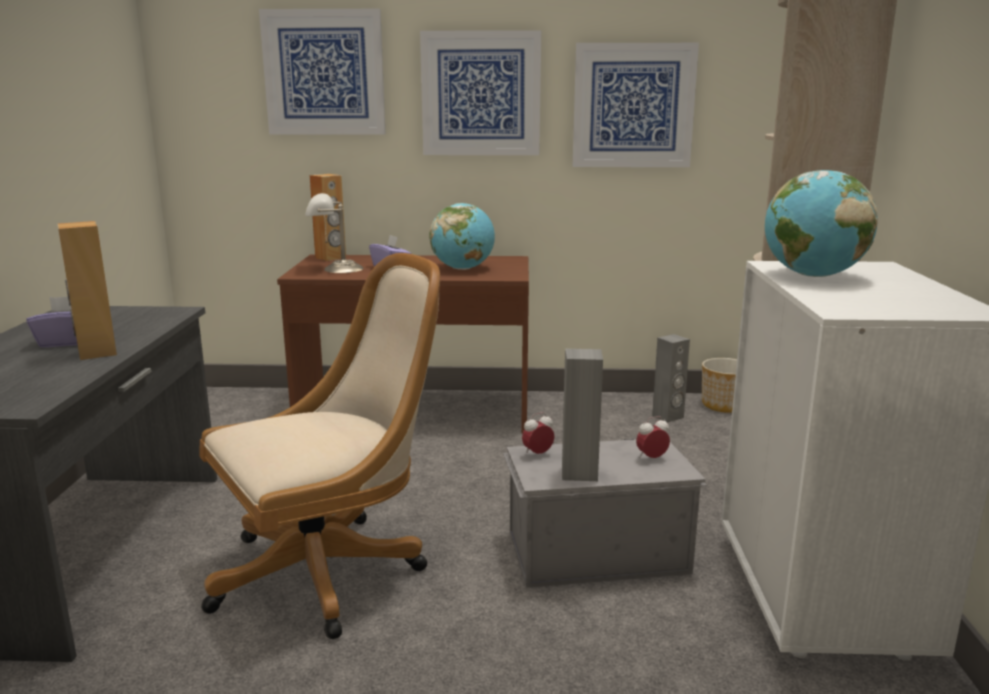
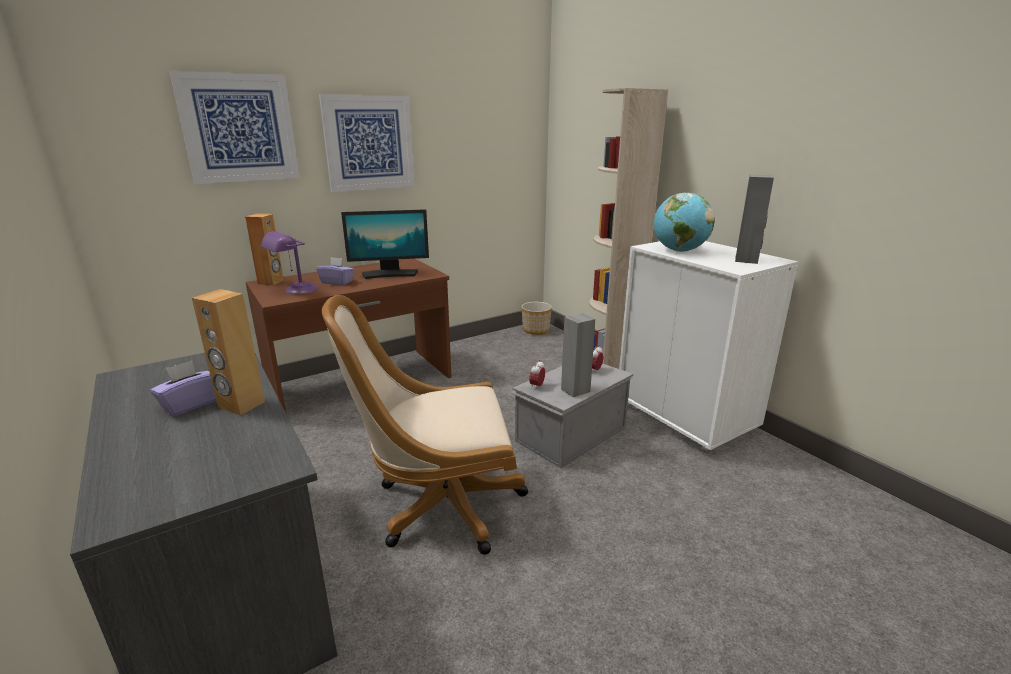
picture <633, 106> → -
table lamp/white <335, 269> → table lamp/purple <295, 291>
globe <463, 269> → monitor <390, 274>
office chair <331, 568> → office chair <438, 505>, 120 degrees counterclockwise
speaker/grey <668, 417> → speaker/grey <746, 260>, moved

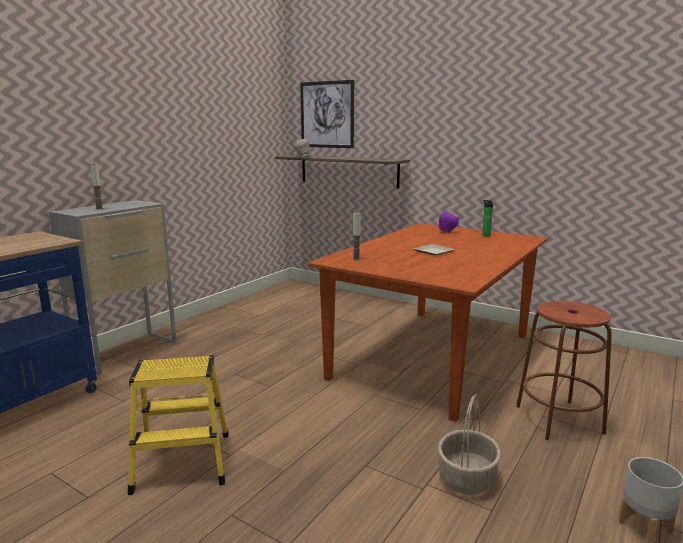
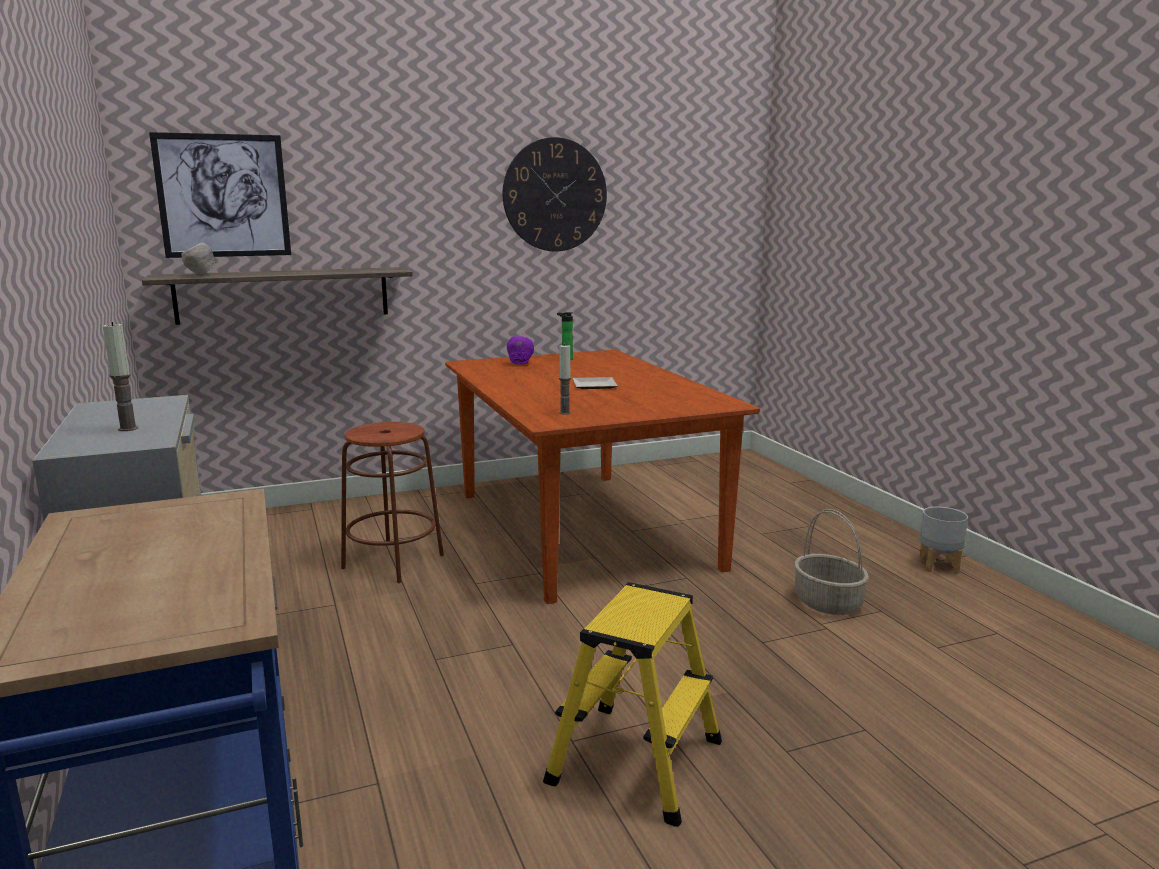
stool/brown <559, 419> → stool/brown <393, 561>, moved
- → wall clock <555, 195>

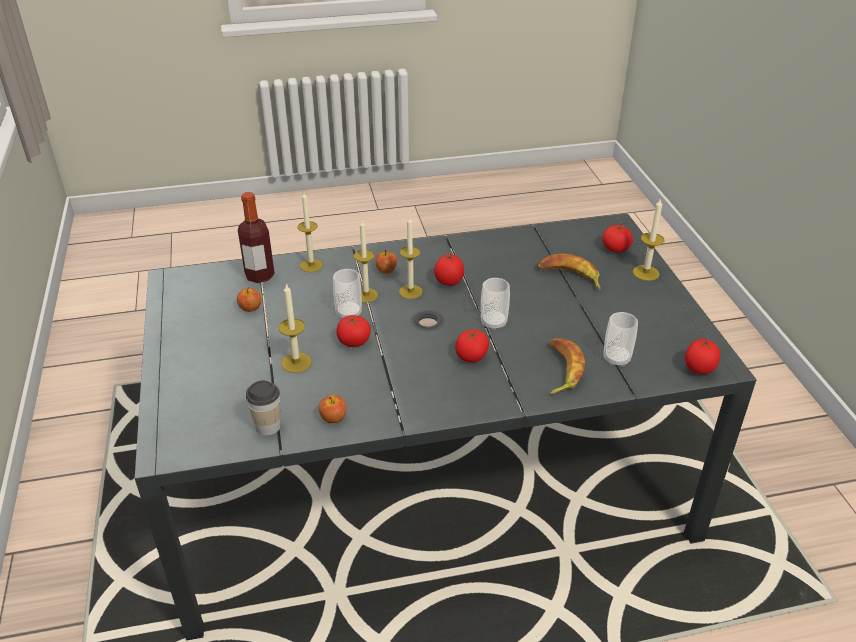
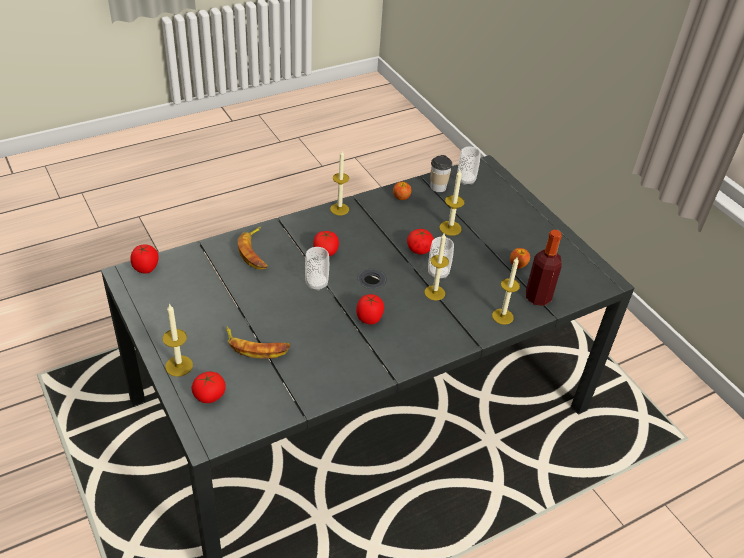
candle <410, 292> → candle <339, 209>, moved
apple <386, 270> → -
cup <616, 359> → cup <466, 180>, moved

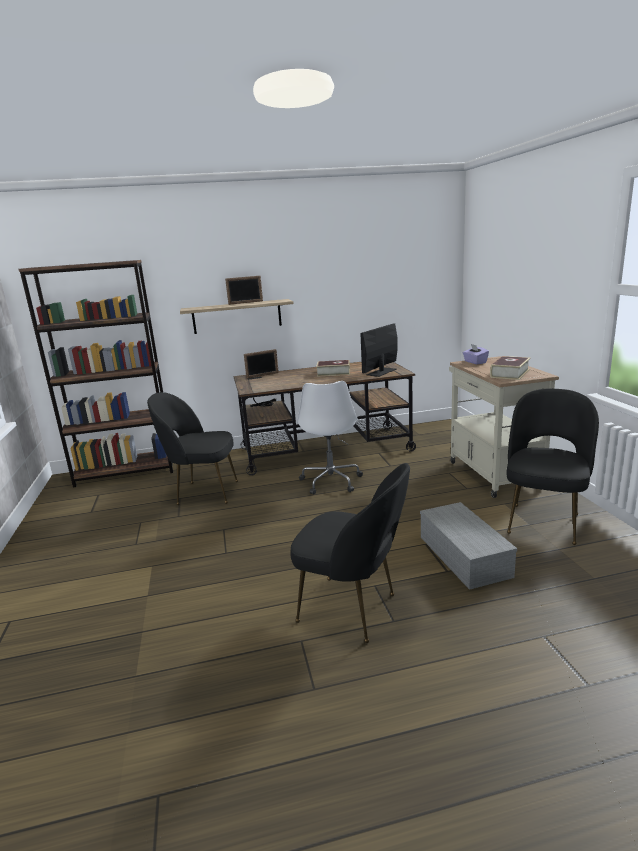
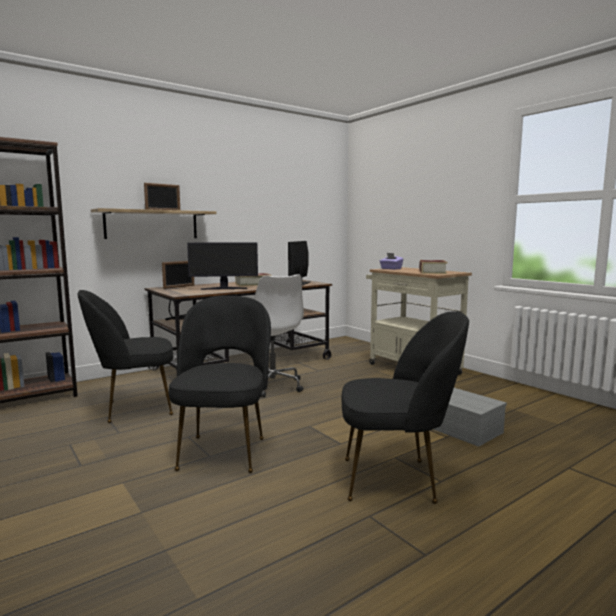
chair/black <544, 520> → chair/black <224, 450>, moved
- → monitor <224, 288>

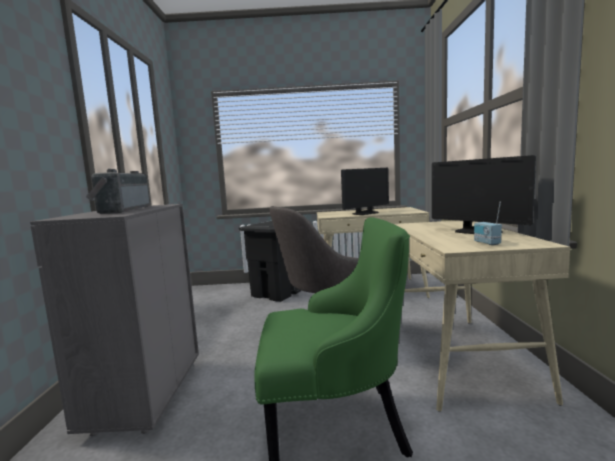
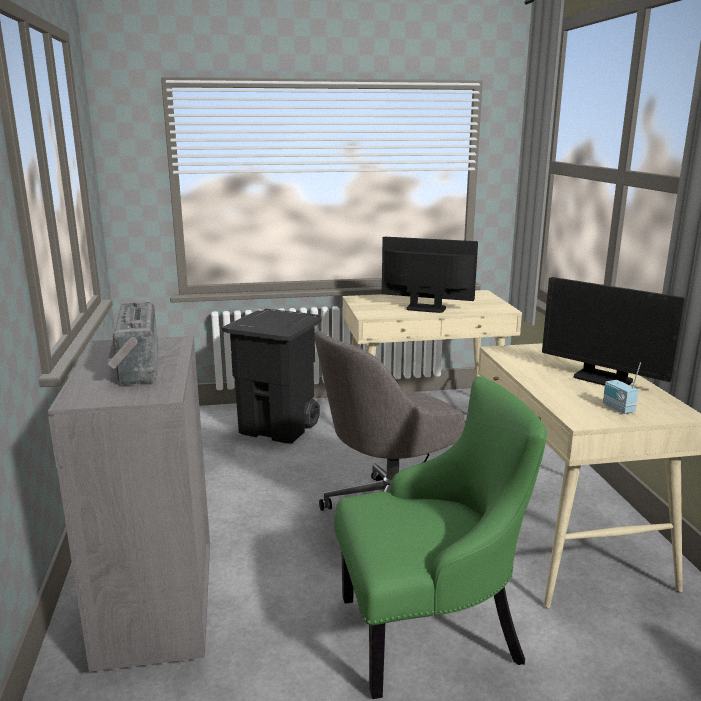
monitor <365, 213> → monitor <426, 308>, 120 degrees counterclockwise

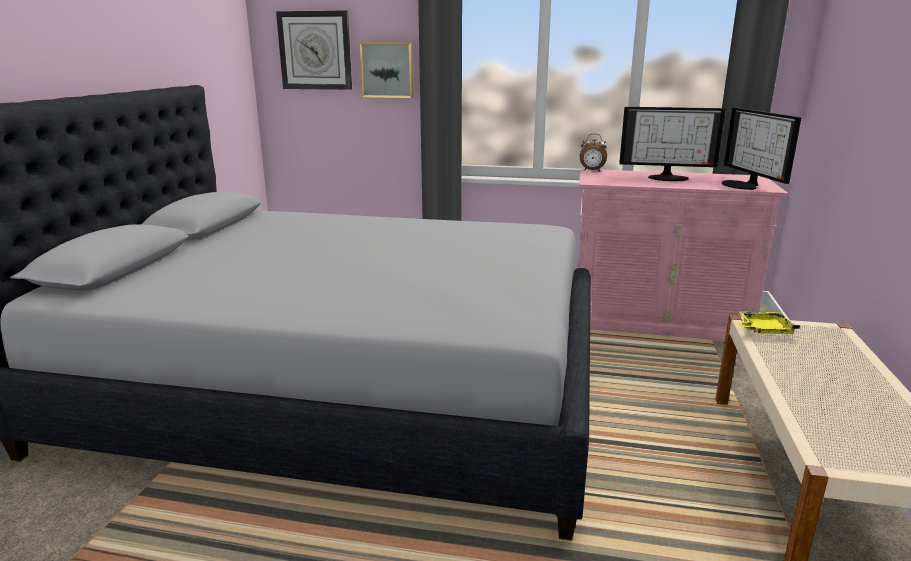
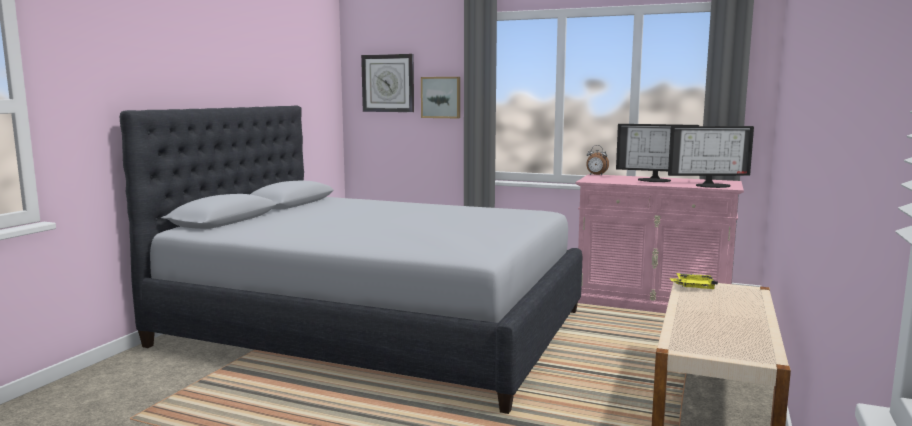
monitor <743, 185> → monitor <712, 185>, 90 degrees counterclockwise

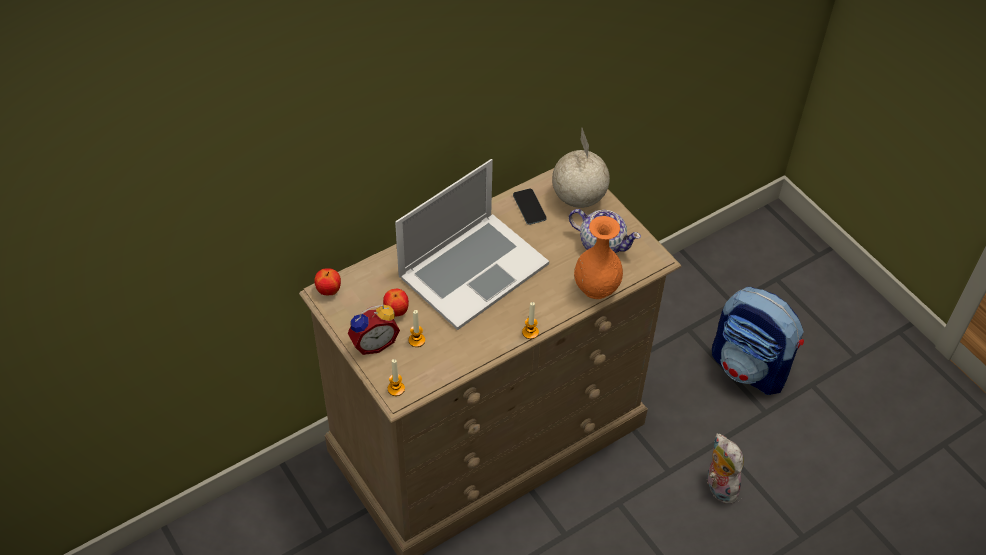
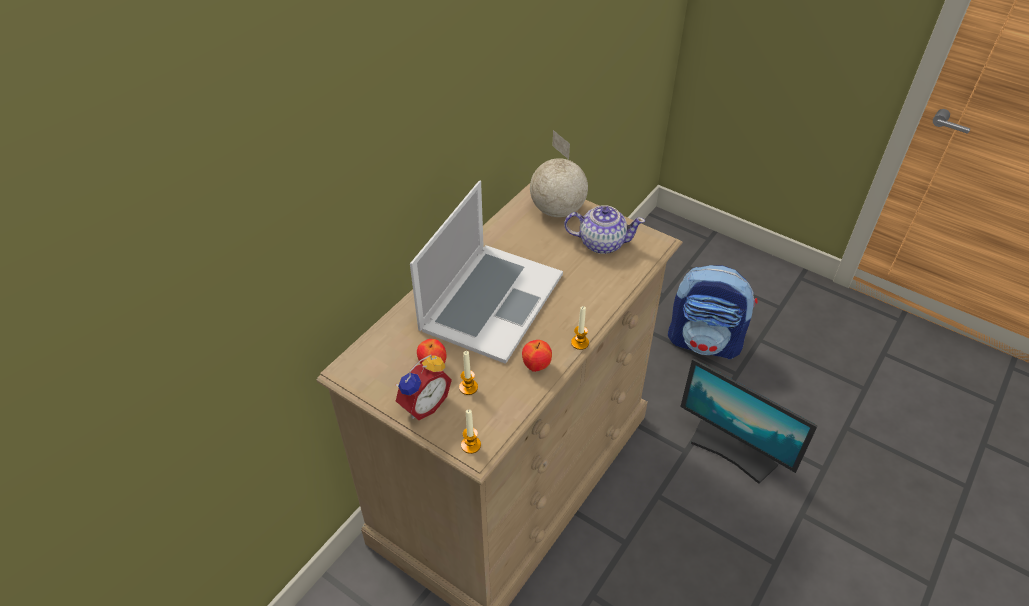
phone <529, 207> → -
vase/orange <596, 287> → -
apple <329, 291> → apple <536, 366>, moved
plush toy <718, 486> → monitor <733, 450>

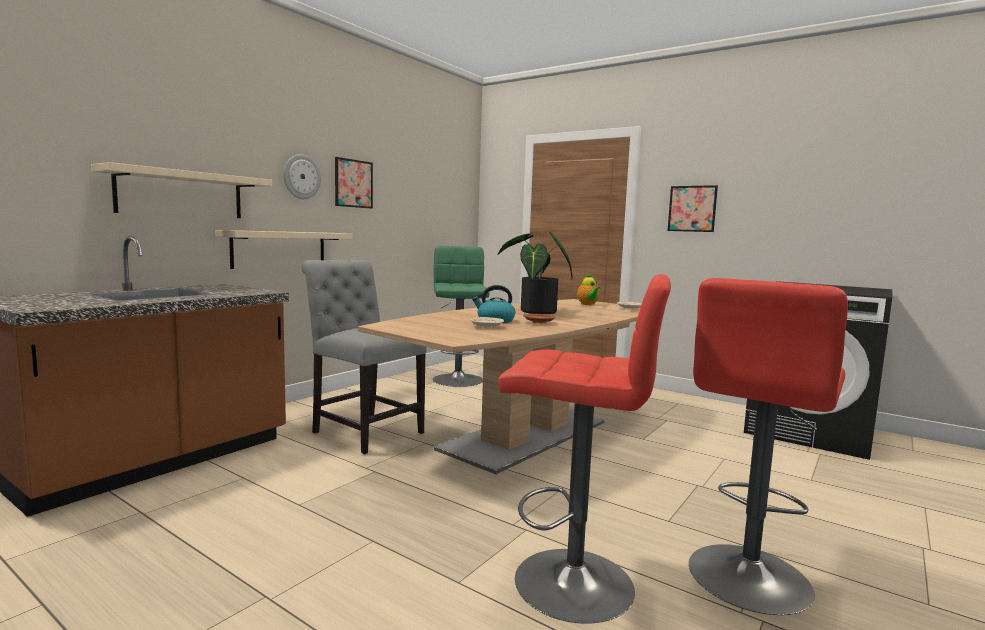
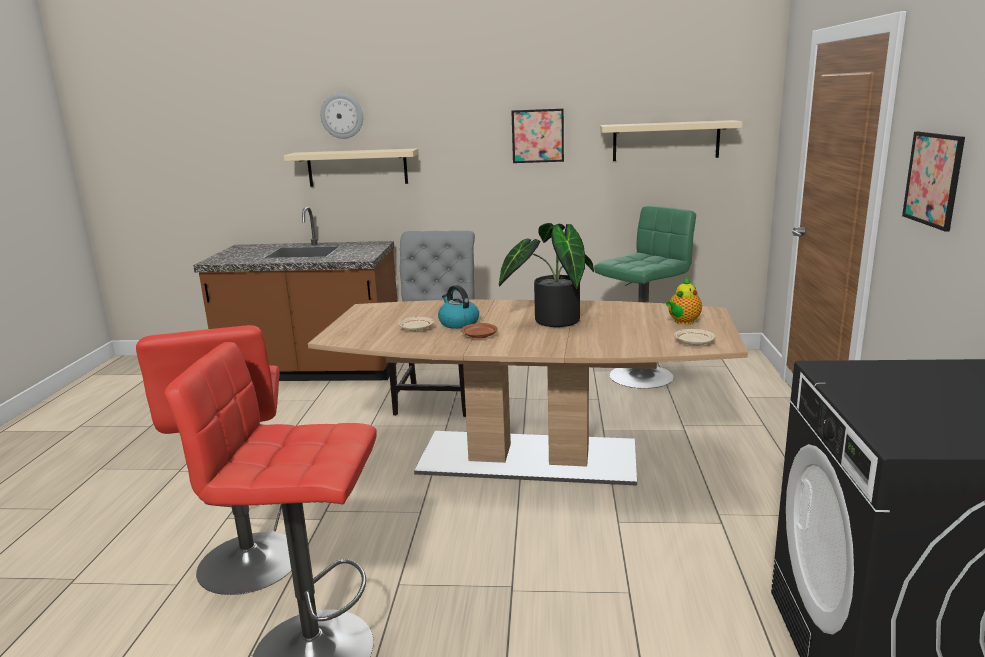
wall clock <301, 177> → wall clock <342, 116>, moved
shelf/beige <279, 249> → shelf/beige <666, 141>, moved

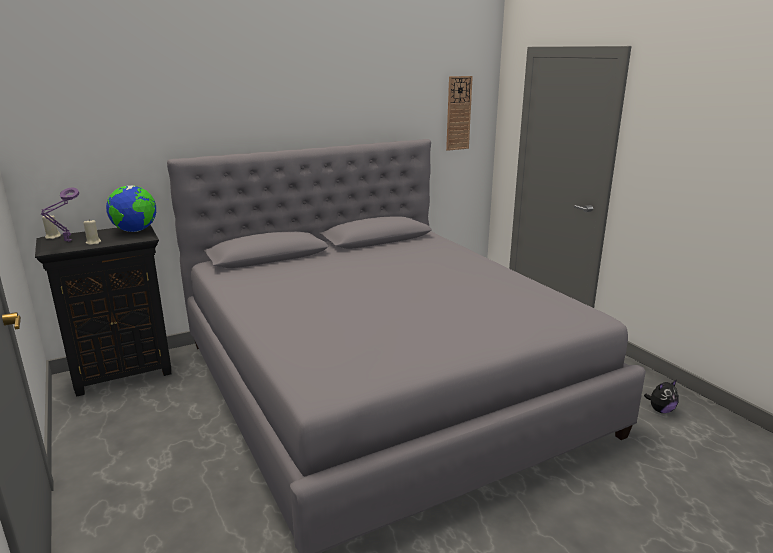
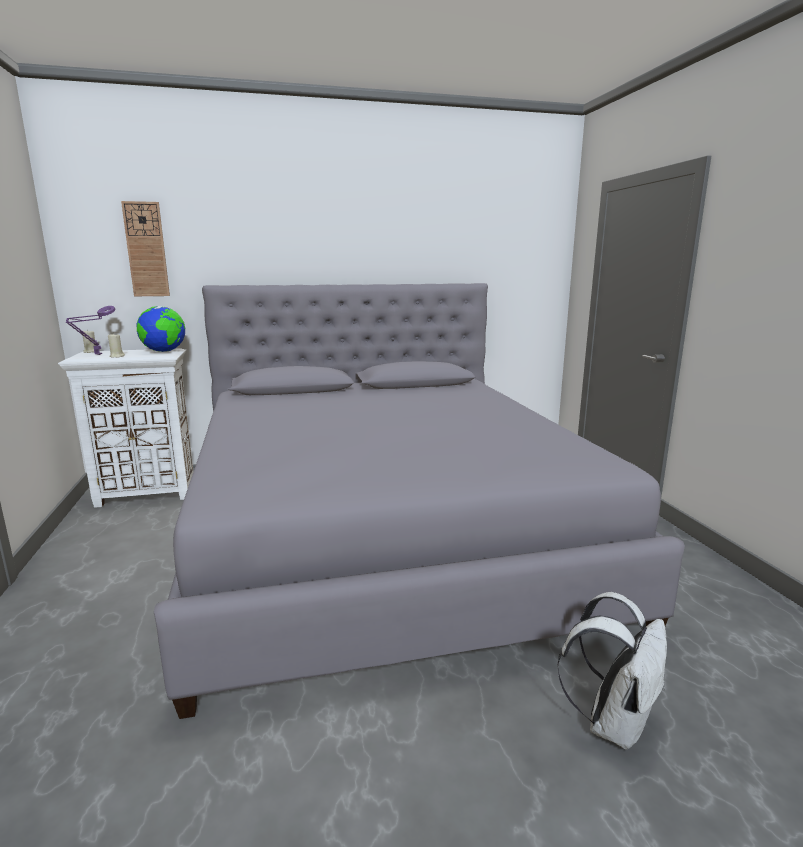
wall clock <458, 113> → wall clock <146, 250>, moved
cabinet/black <124, 373> → cabinet/white <148, 493>
plush toy <660, 410> → -
- → backpack/white <613, 722>

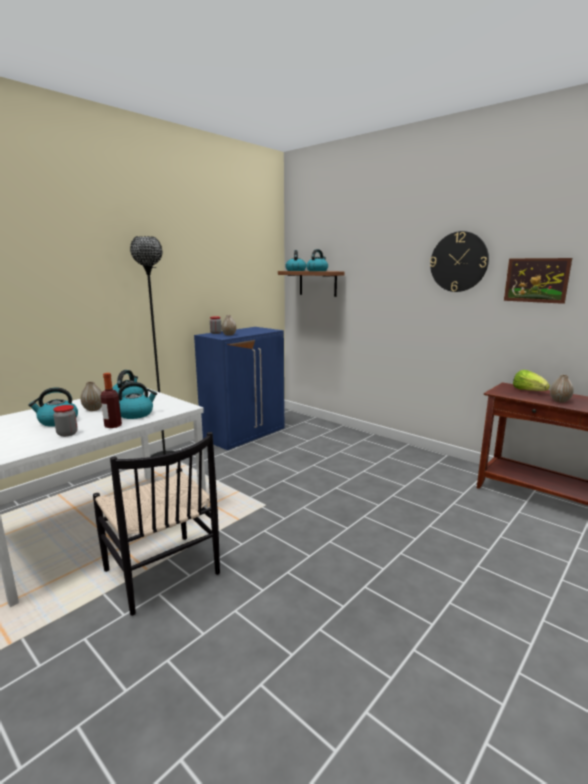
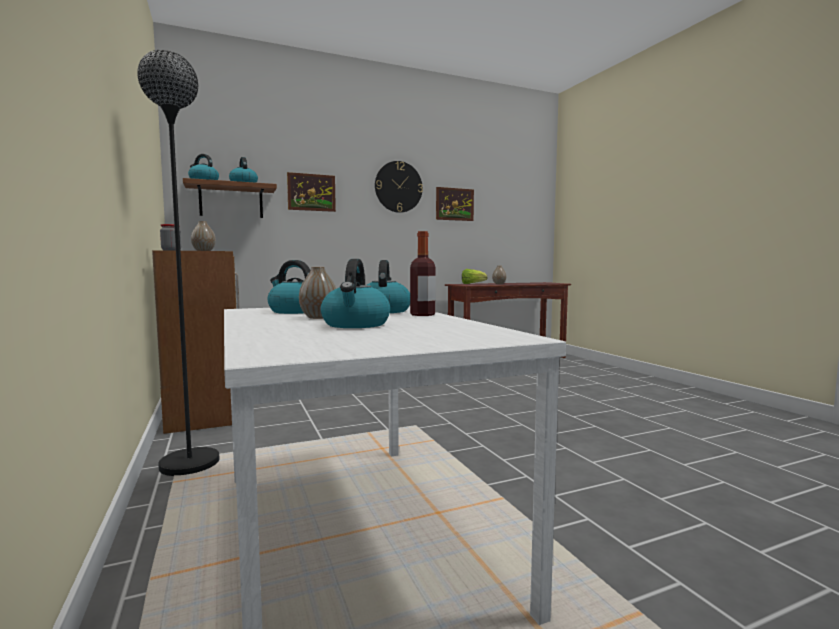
cabinet/blue <244, 433> → cabinet/brown <205, 409>
jar <67, 434> → -
chair/black <163, 575> → -
- → picture <311, 192>

